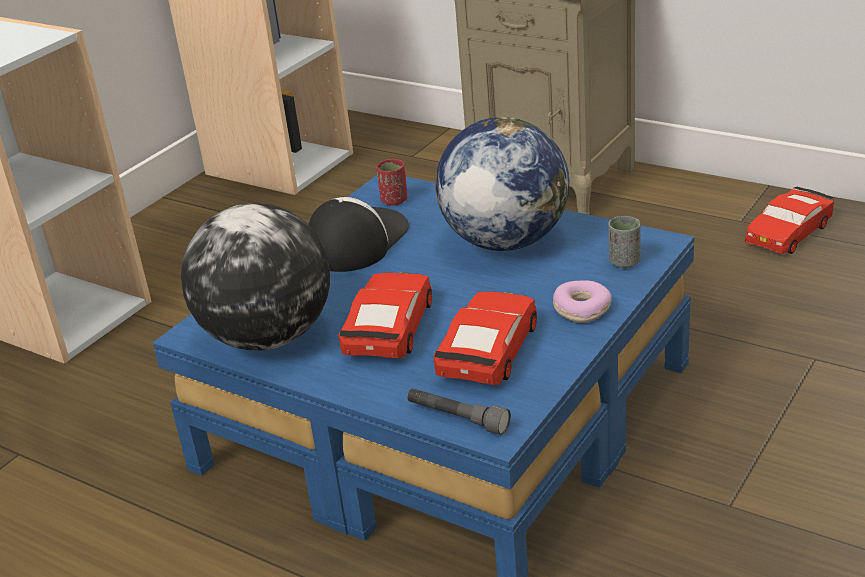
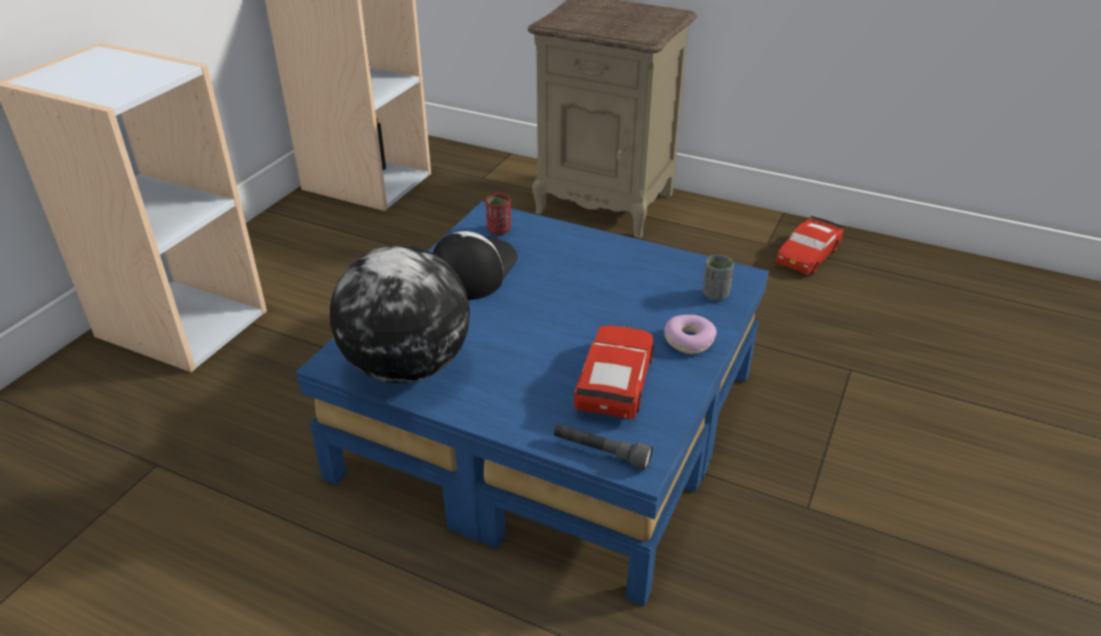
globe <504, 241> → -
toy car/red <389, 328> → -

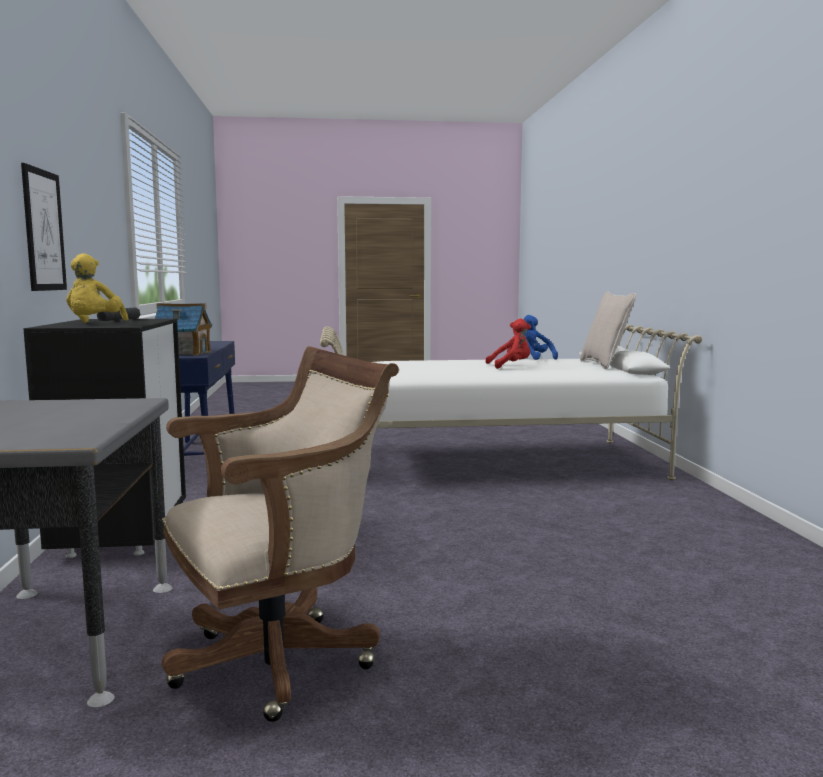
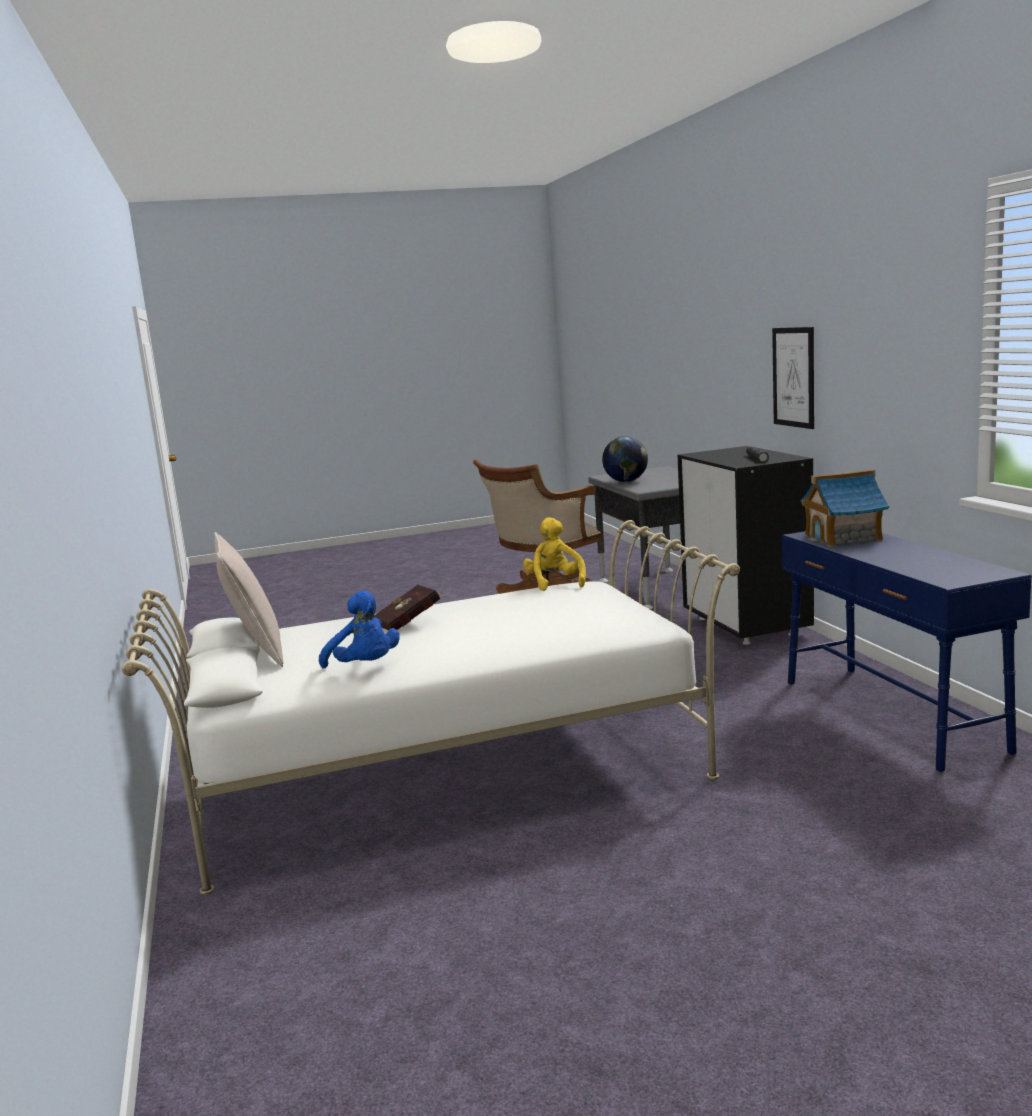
plush toy/yellow <94, 324> → plush toy/yellow <555, 583>, moved
plush toy/red <511, 366> → book/red <411, 624>
- → globe <626, 482>

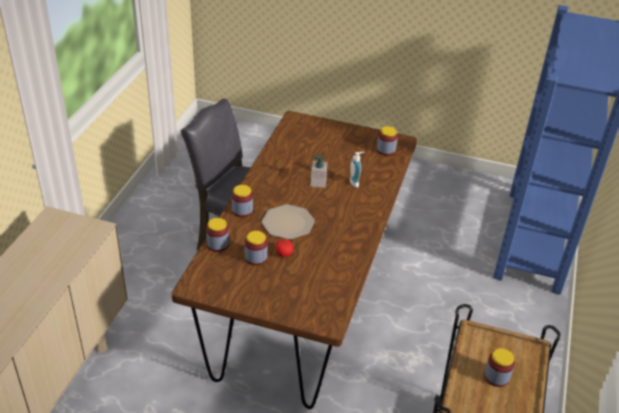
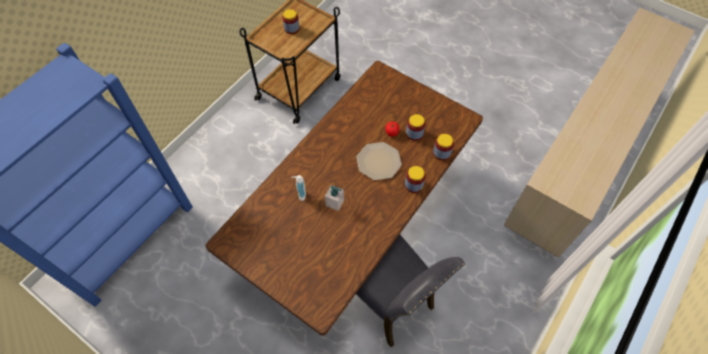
jar <386, 150> → -

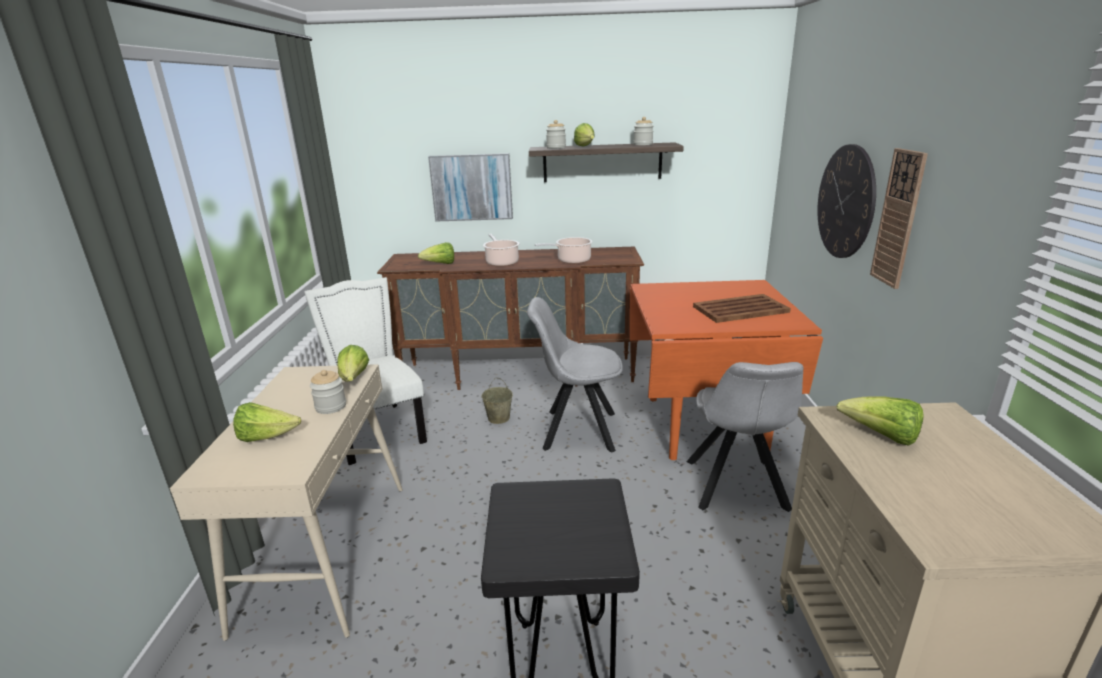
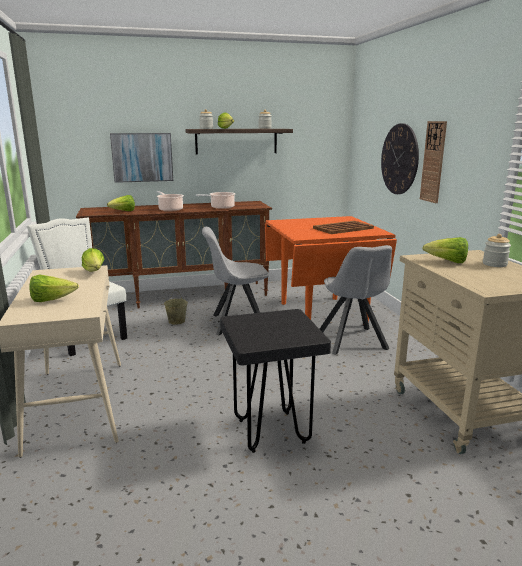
jar <331, 407> → jar <494, 264>, moved

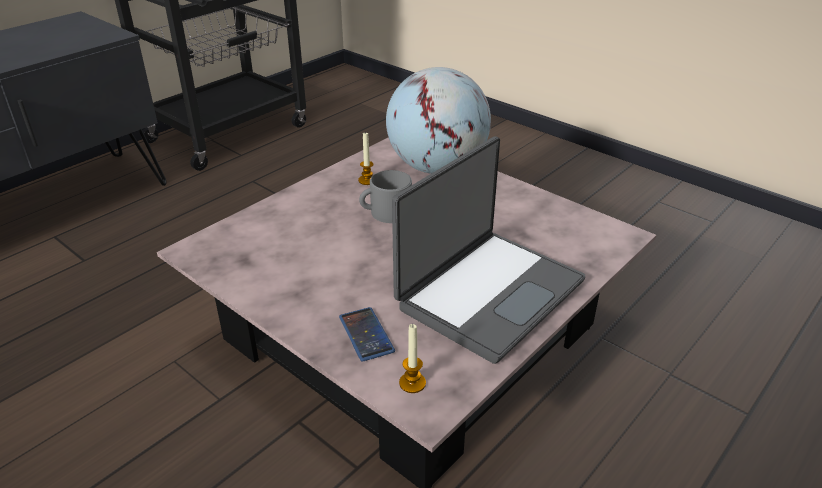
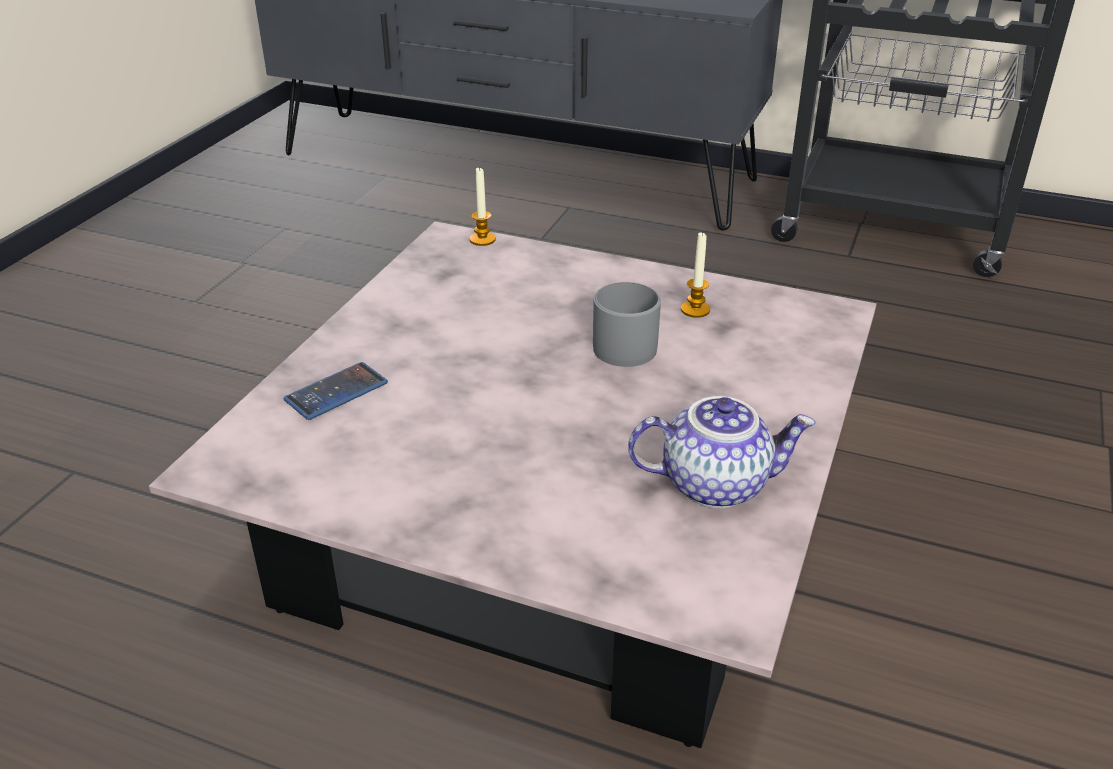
globe <437, 167> → -
laptop <488, 293> → -
candle <412, 383> → candle <482, 239>, moved
- → teapot <715, 483>

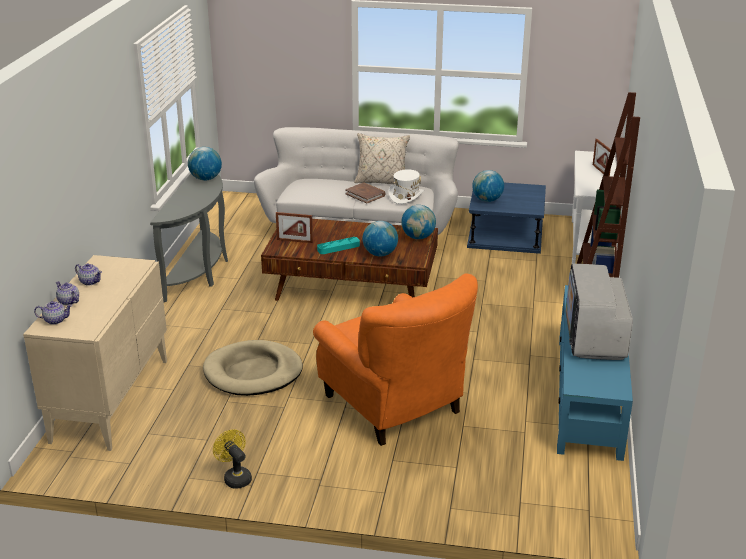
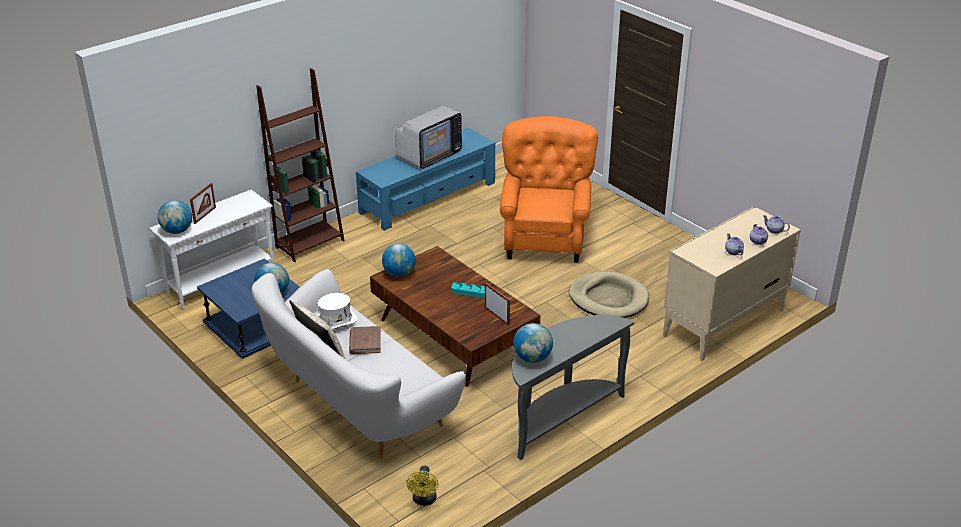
globe <380, 254> → globe <177, 231>, moved
fan/yellow <235, 477> → fan/yellow <424, 500>, moved

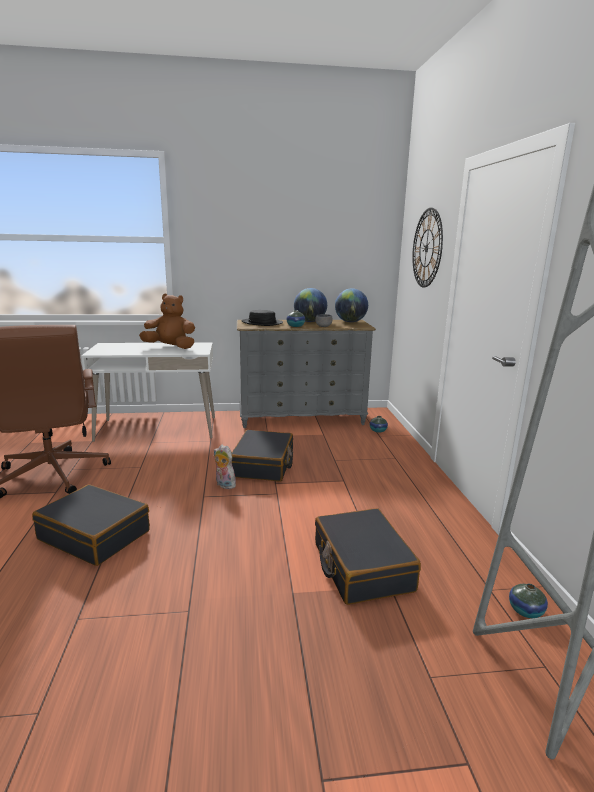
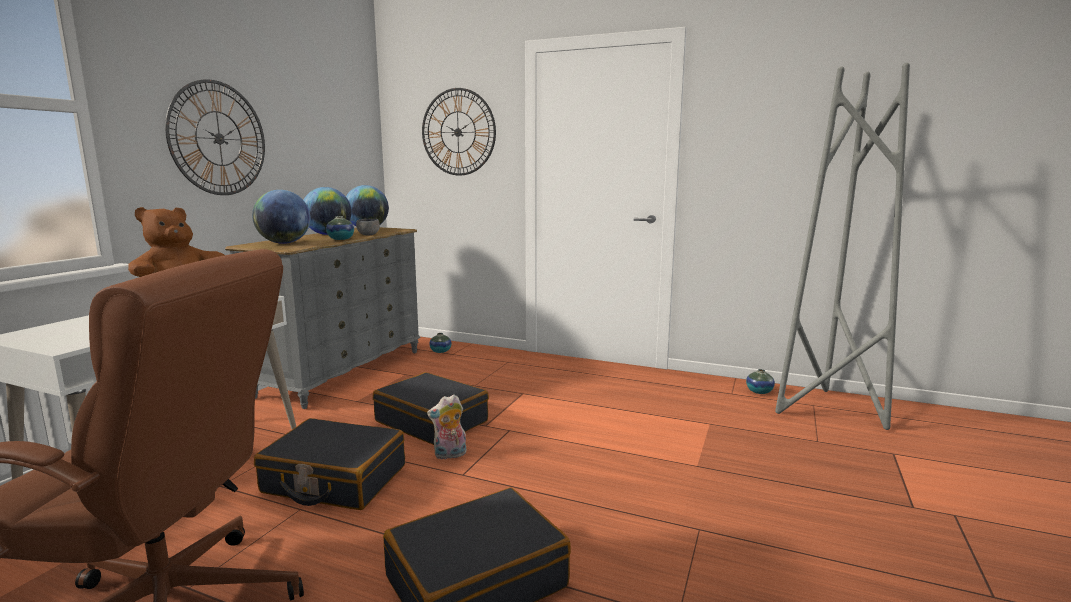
hat/black <262, 323> → globe <284, 243>
suitcase/black <361, 567> → suitcase/black <334, 480>, moved
- → wall clock <219, 138>

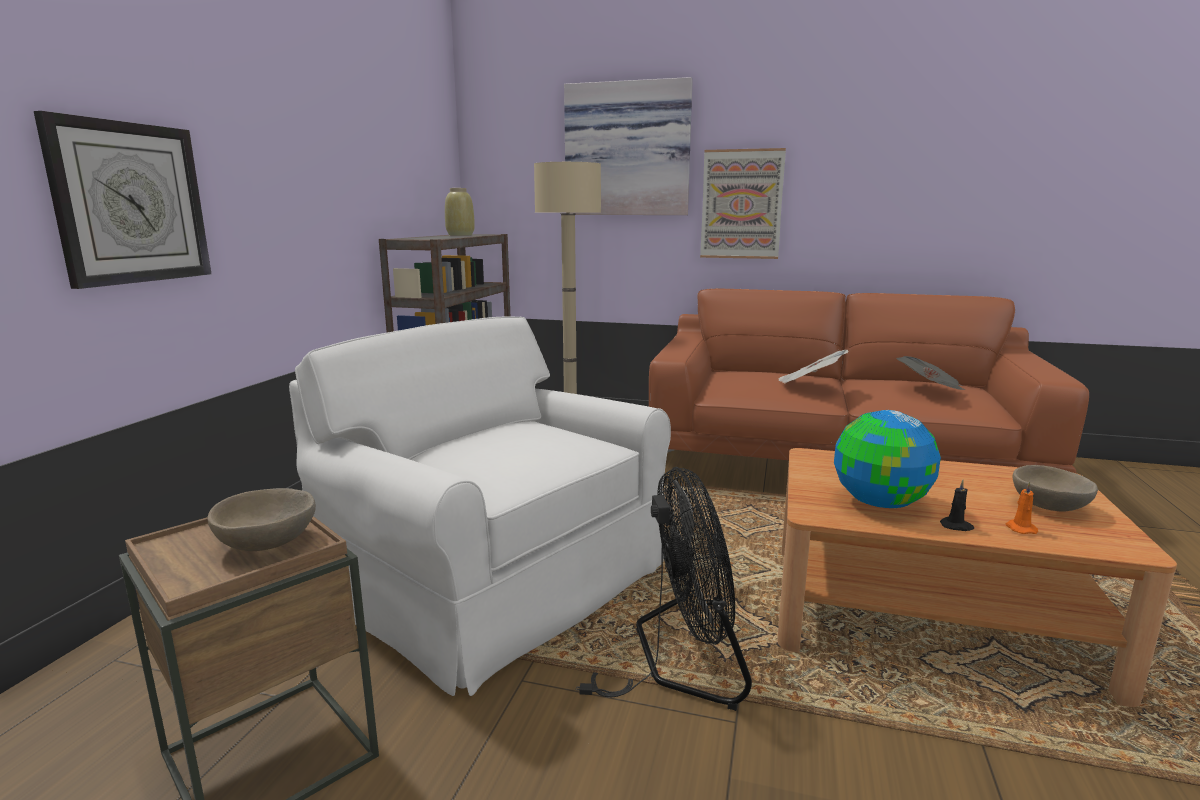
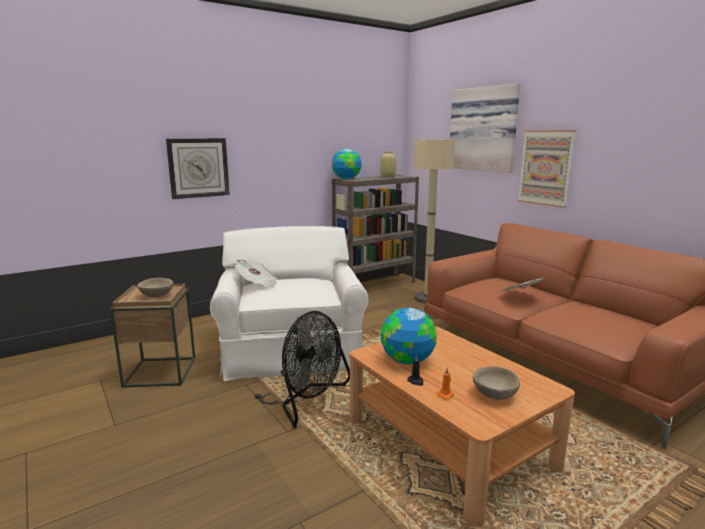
newspaper <930, 391> → newspaper <257, 284>, moved
- → globe <346, 178>

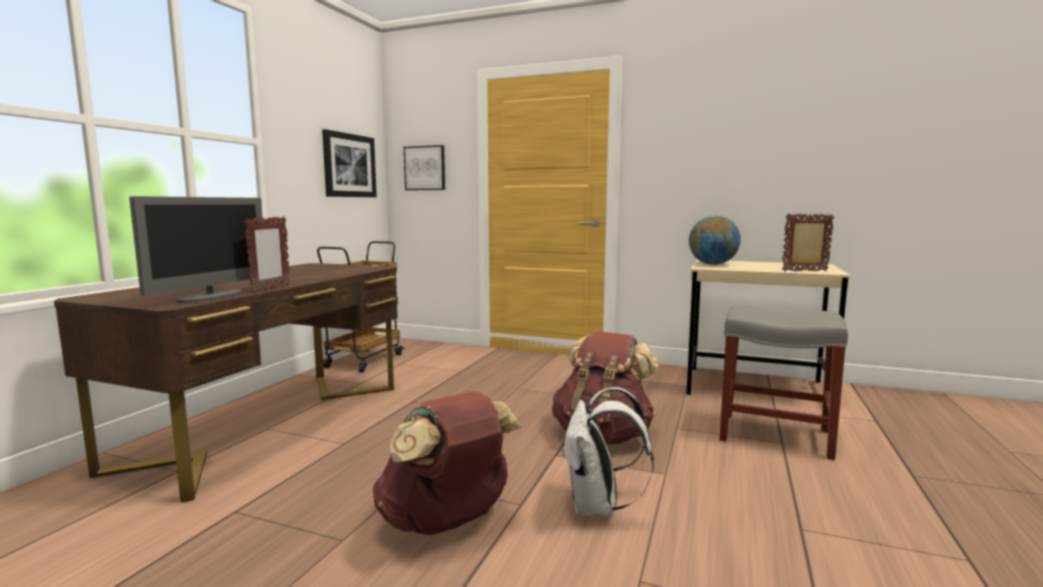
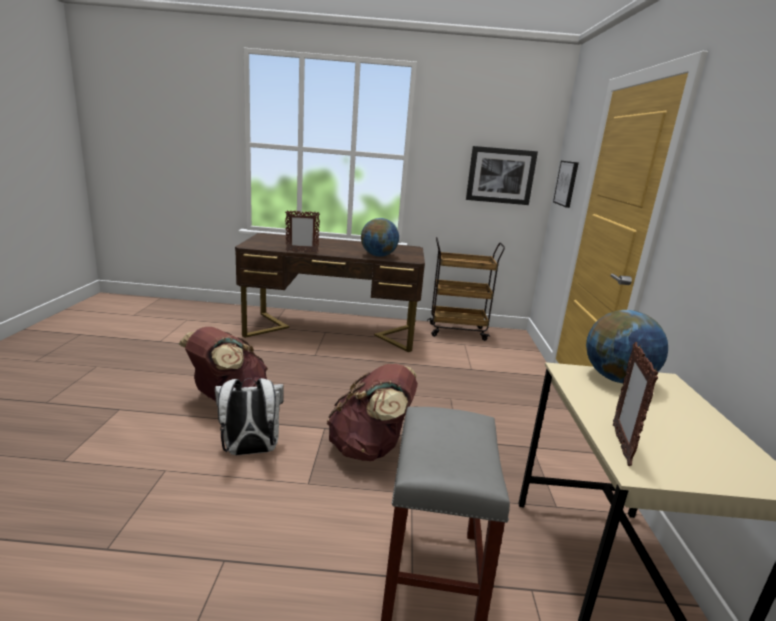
monitor <211, 297> → -
picture frame <805, 271> → picture frame <621, 444>, 150 degrees counterclockwise
- → globe <378, 256>

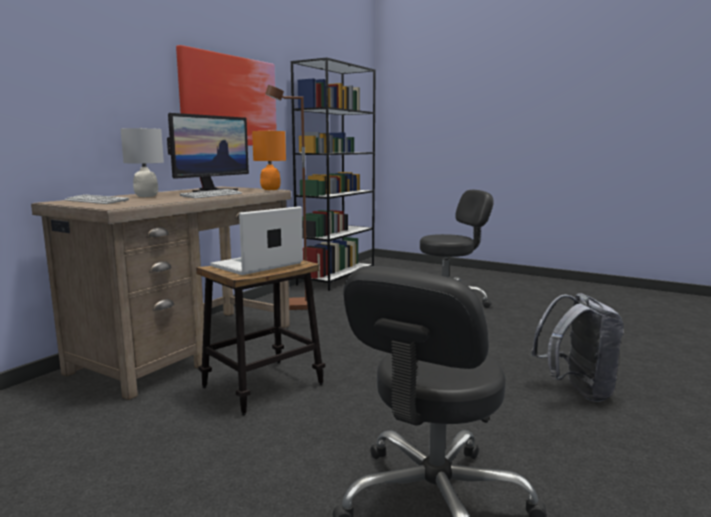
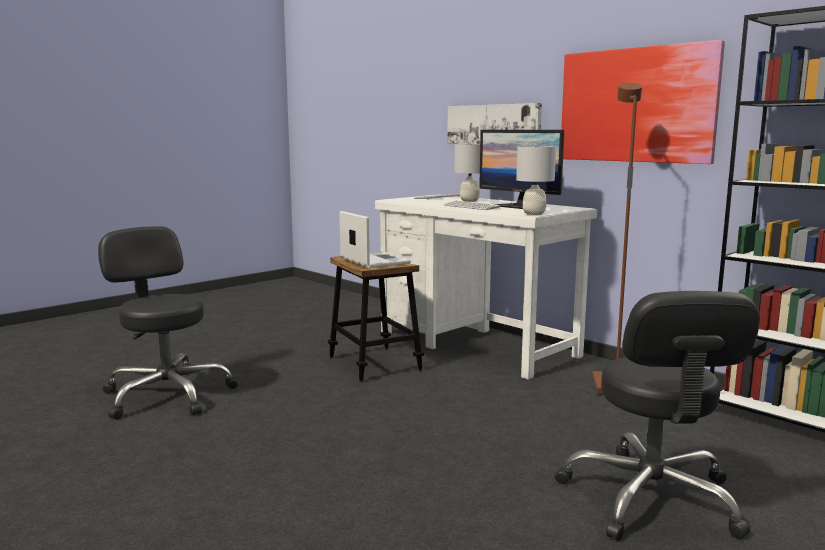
table lamp/orange <270, 189> → table lamp/grey <535, 214>
desk/brown <188, 347> → desk/white <477, 344>
backpack/grey <576, 391> → -
- → picture <493, 124>

